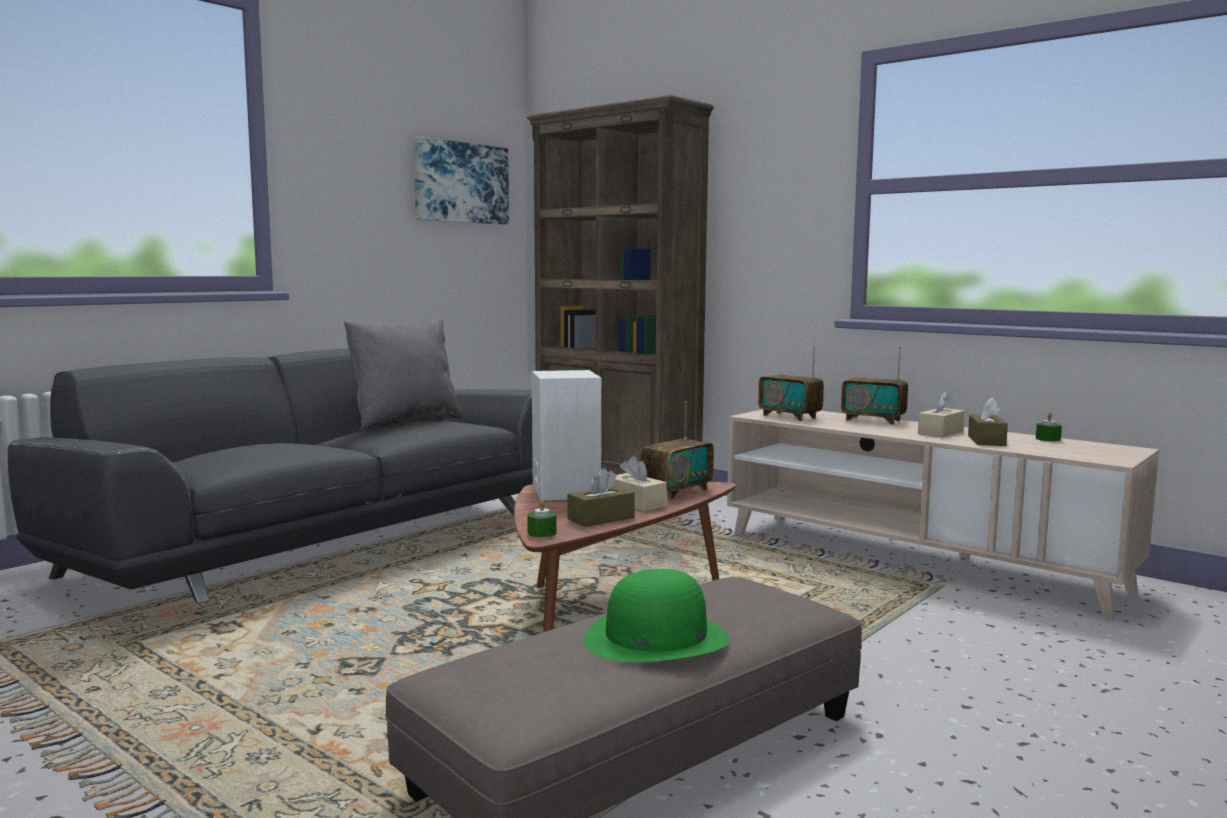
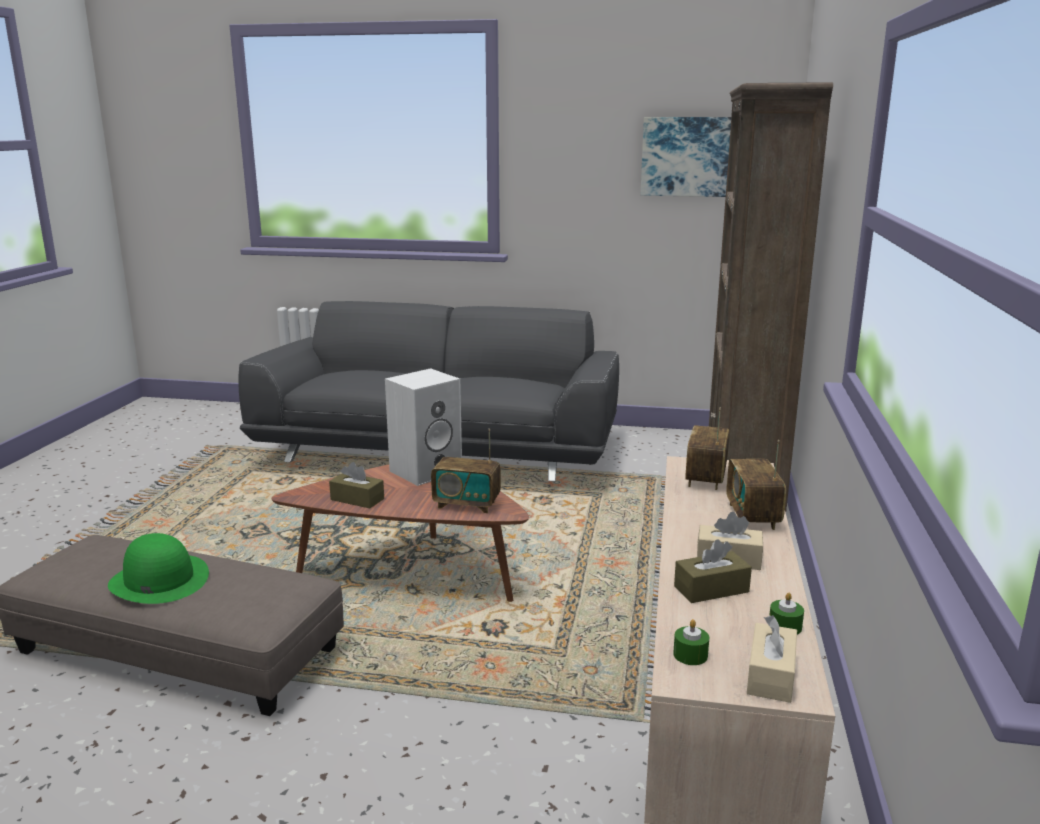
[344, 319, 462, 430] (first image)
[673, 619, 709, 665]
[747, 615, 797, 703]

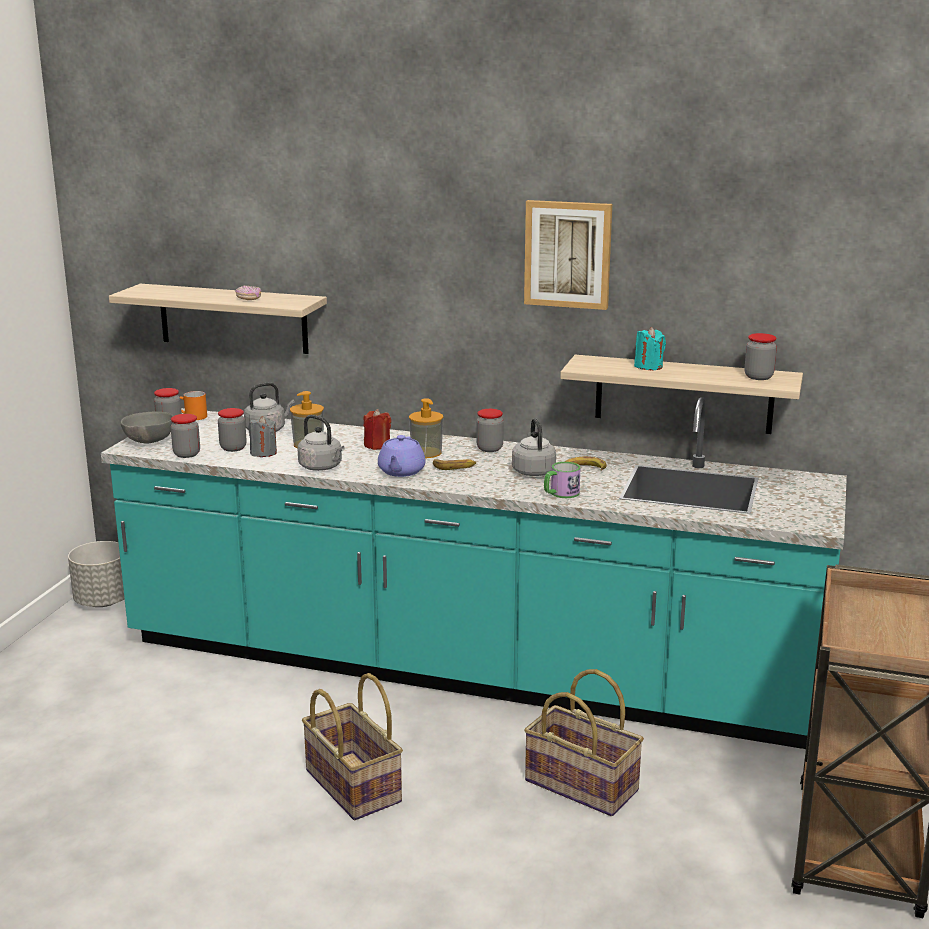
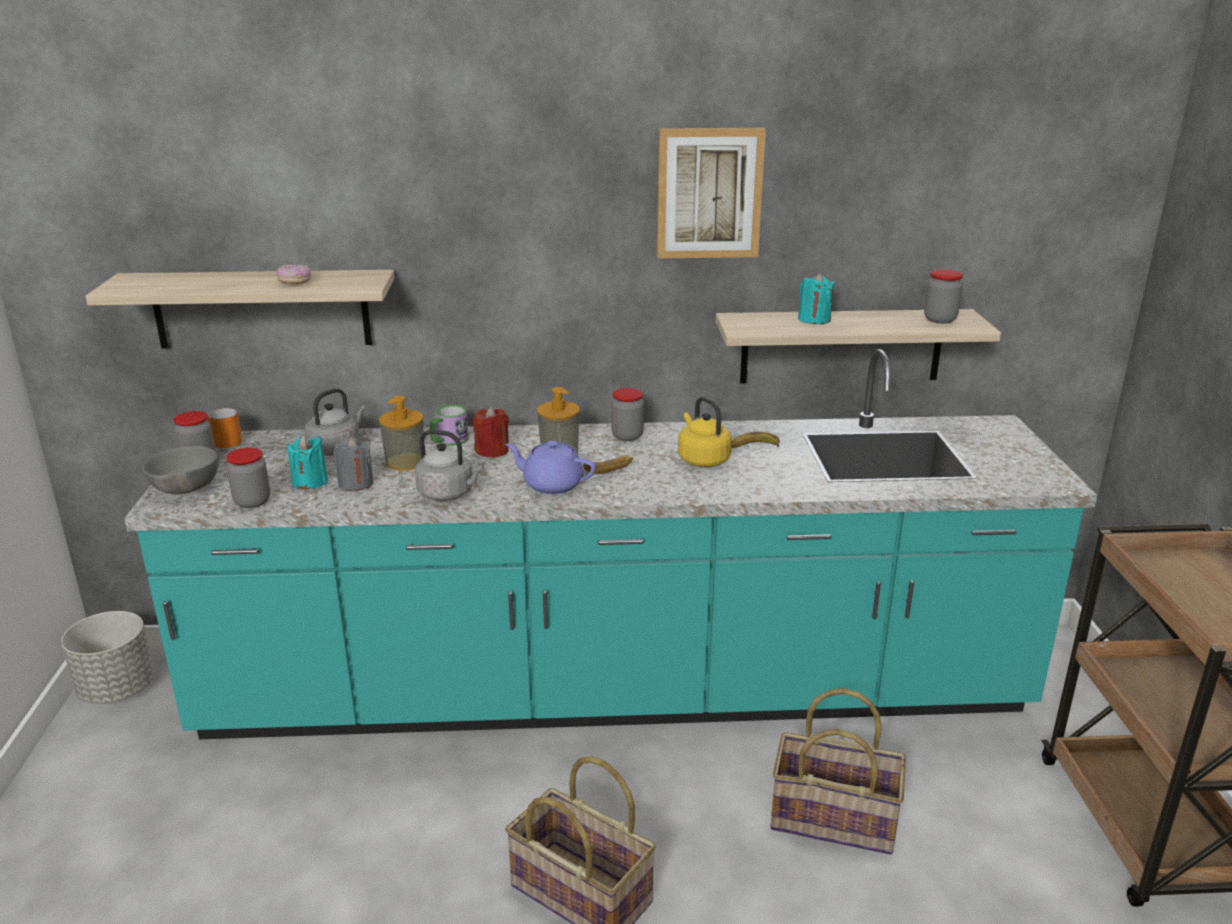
[287, 435, 328, 490]
[505, 441, 596, 494]
[678, 397, 732, 467]
[430, 405, 469, 446]

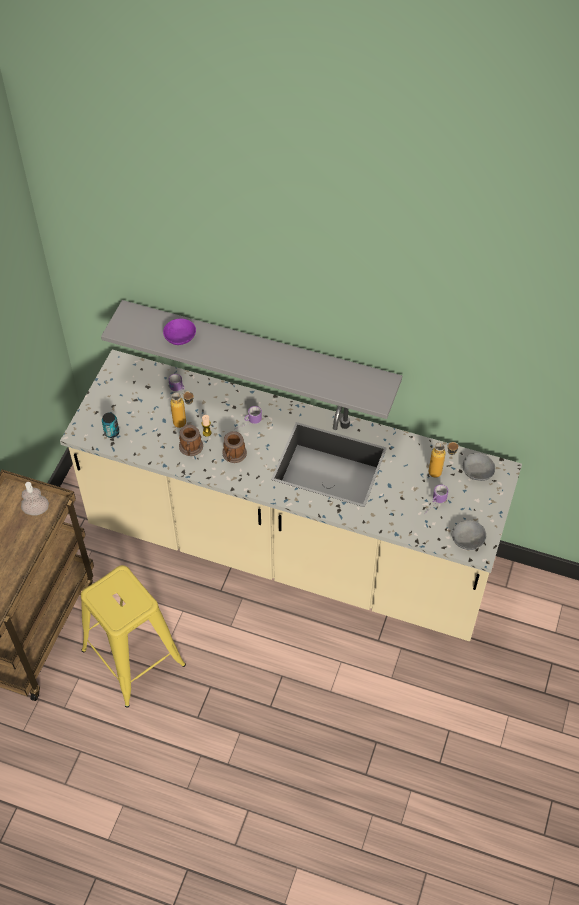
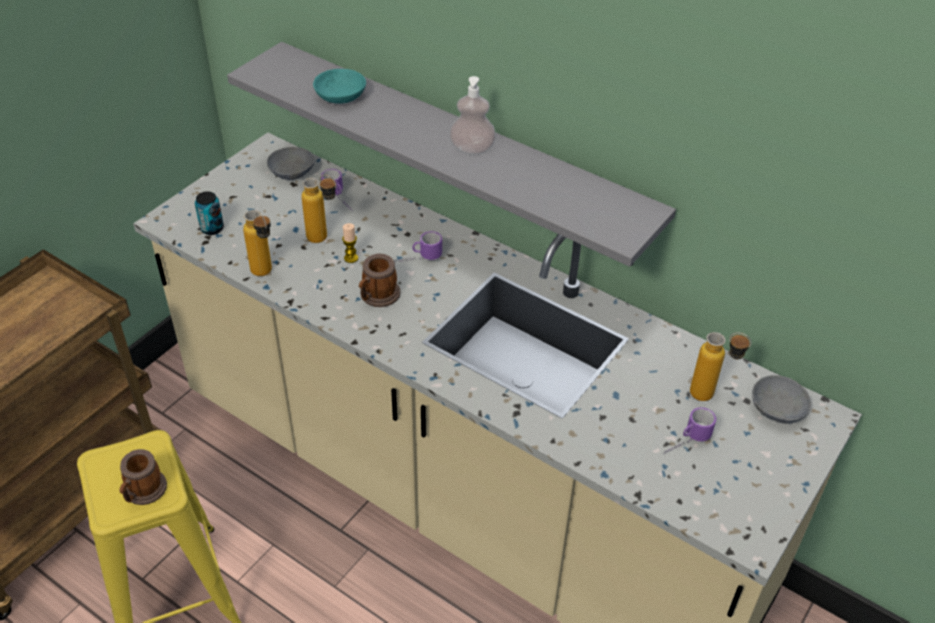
[449, 76, 496, 154]
[313, 69, 366, 104]
[119, 449, 167, 505]
[267, 147, 315, 180]
[243, 210, 272, 276]

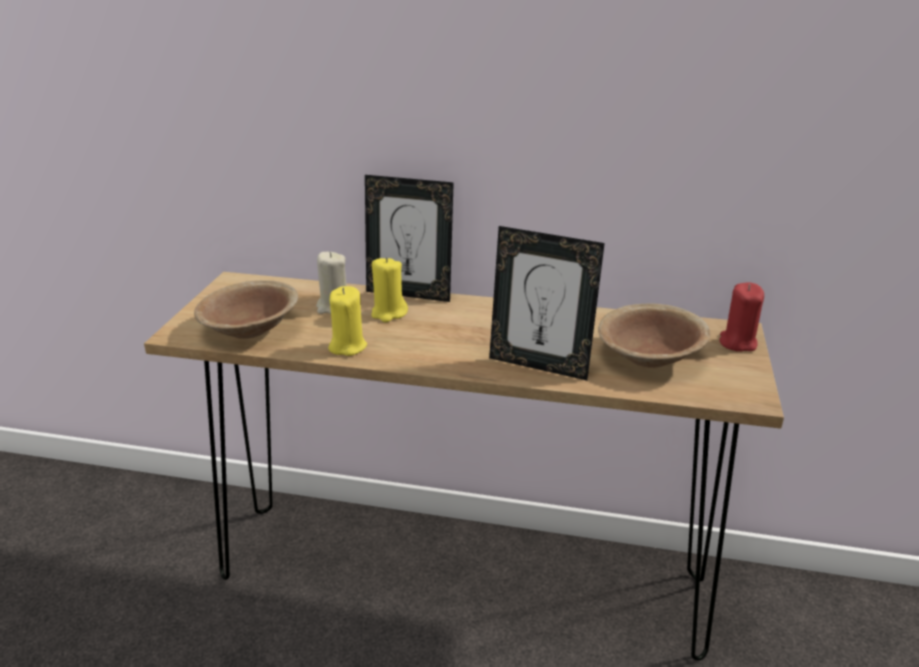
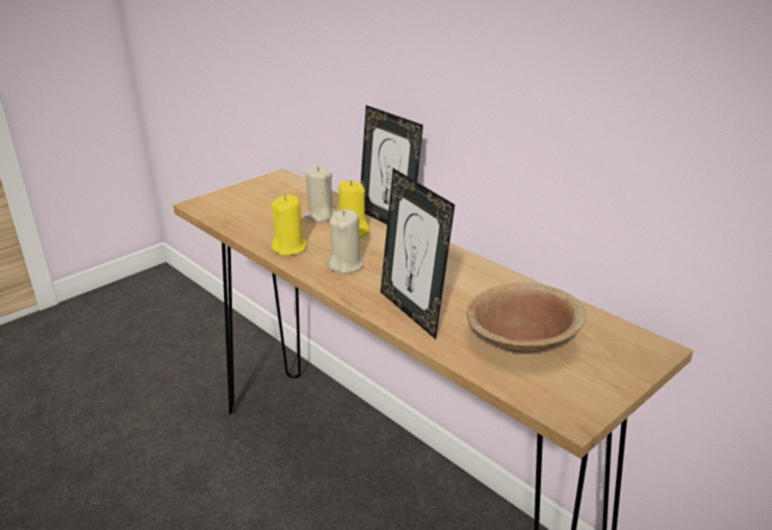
[194, 280, 298, 339] (first image)
[719, 283, 764, 352] (first image)
[328, 209, 363, 274]

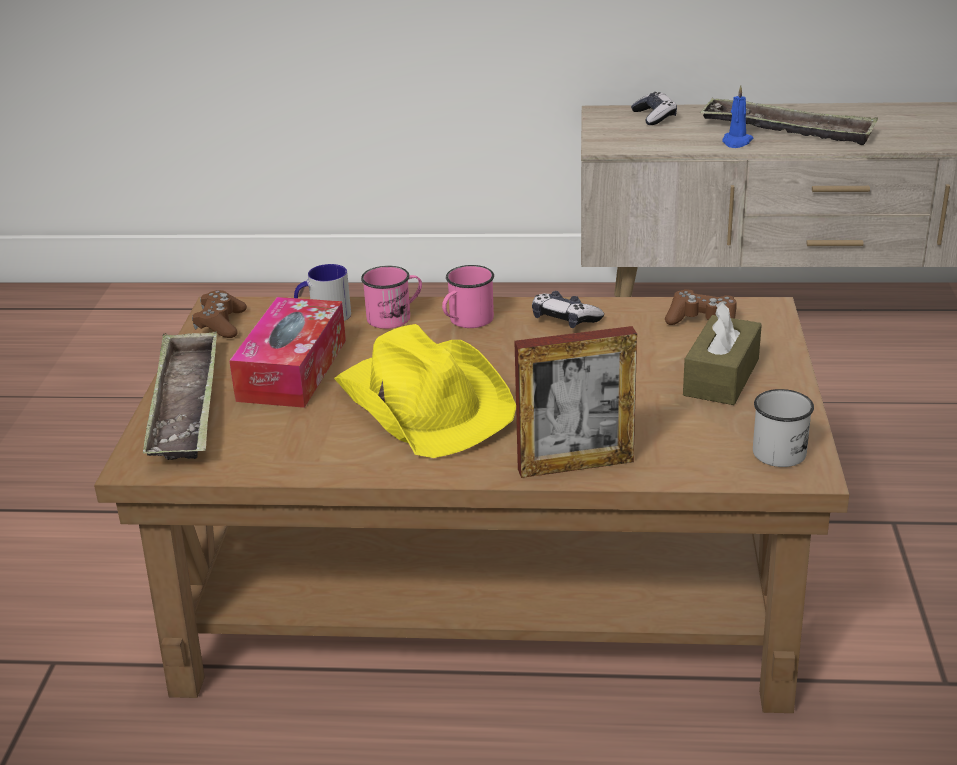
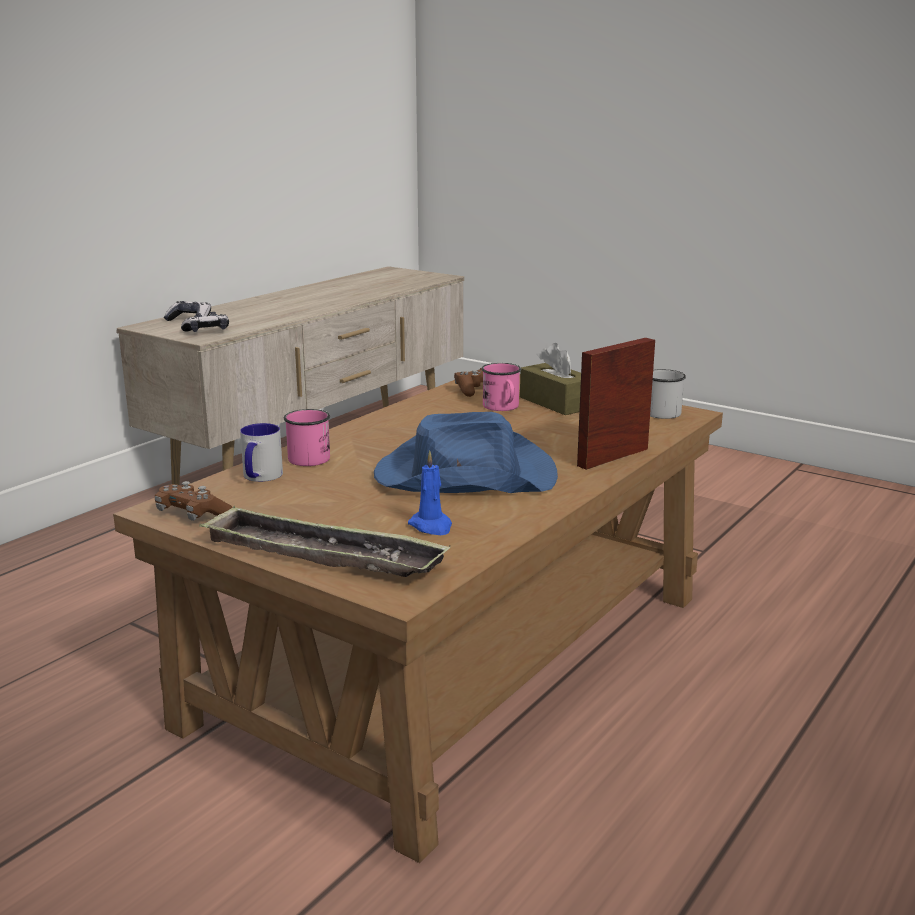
[229, 297, 346, 408] (first image)
[374, 412, 558, 493]
[482, 363, 521, 411]
[577, 338, 655, 470]
[181, 312, 229, 332]
[700, 97, 878, 145] (first image)
[408, 451, 452, 535]

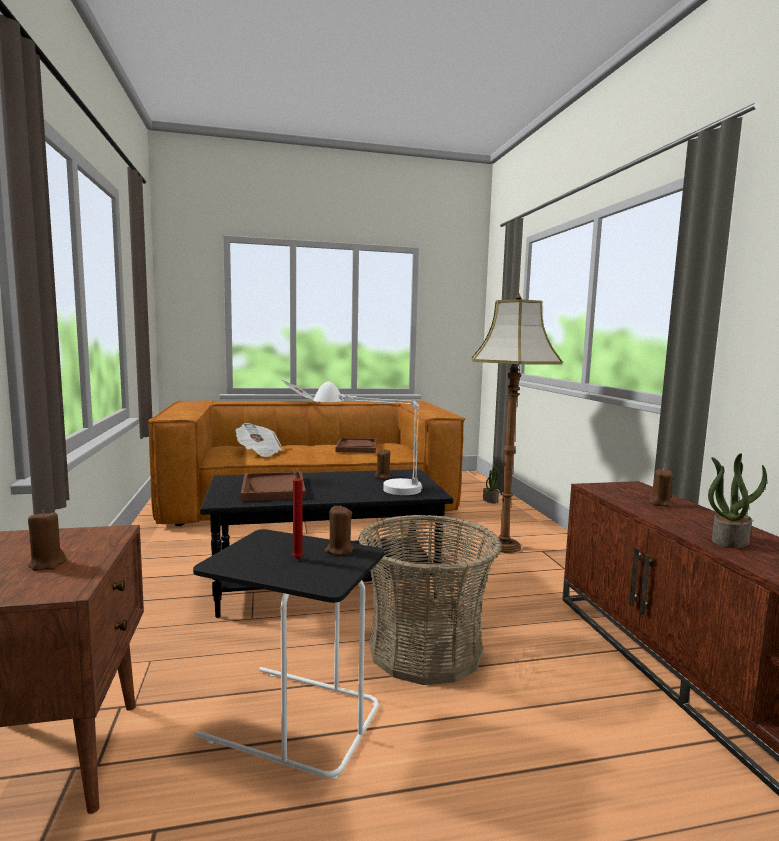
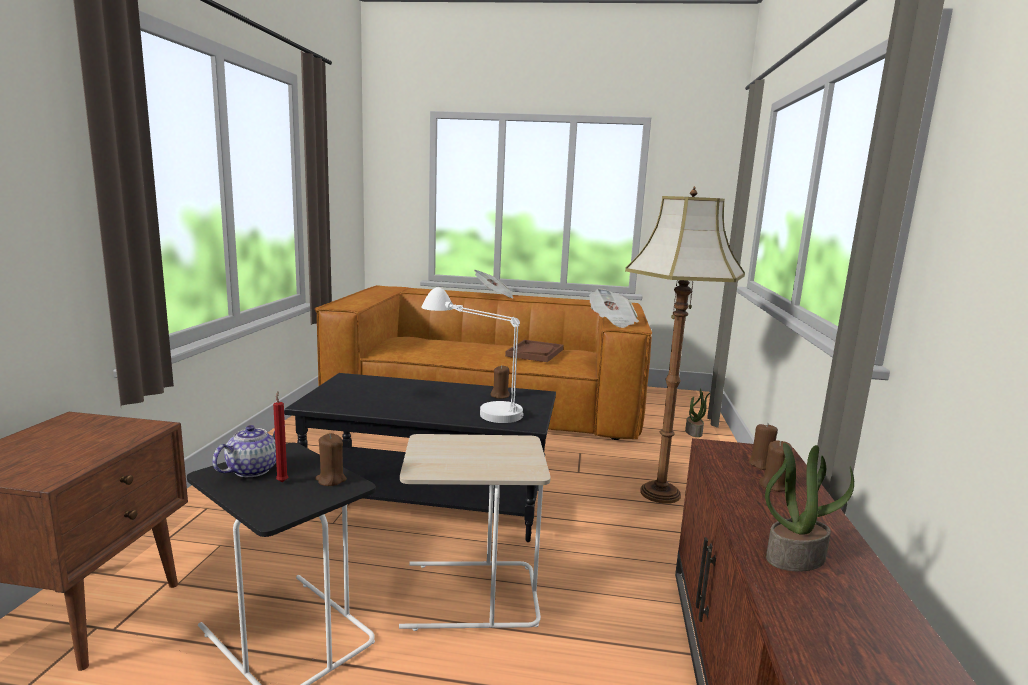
[749, 423, 778, 470]
[589, 289, 639, 328]
[241, 471, 306, 501] (first image)
[399, 434, 551, 631]
[212, 425, 286, 477]

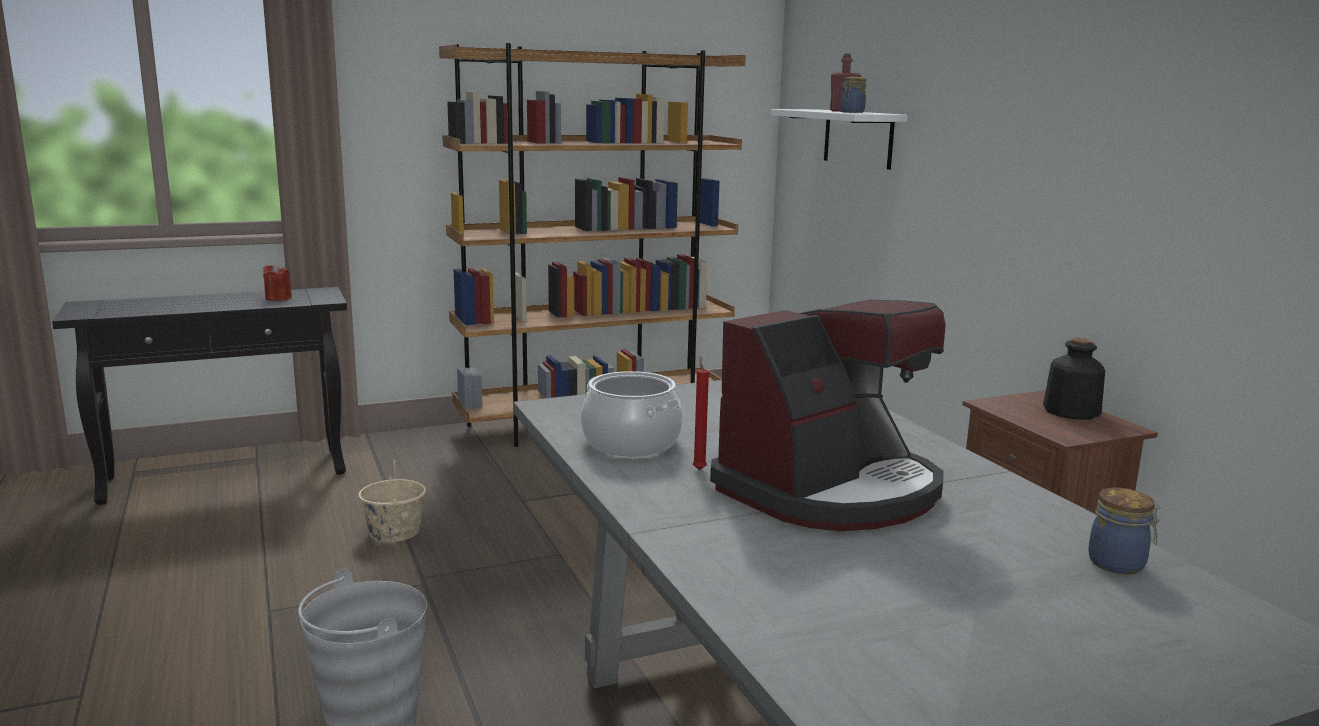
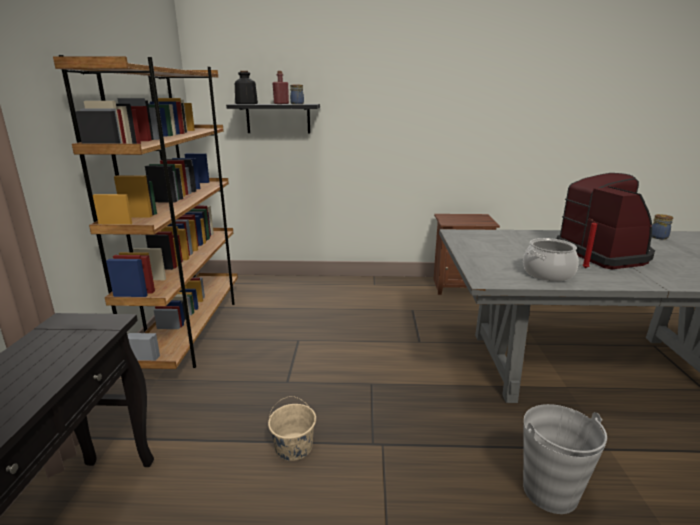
[263, 264, 292, 301] (first image)
[226, 104, 320, 133]
[235, 71, 258, 104]

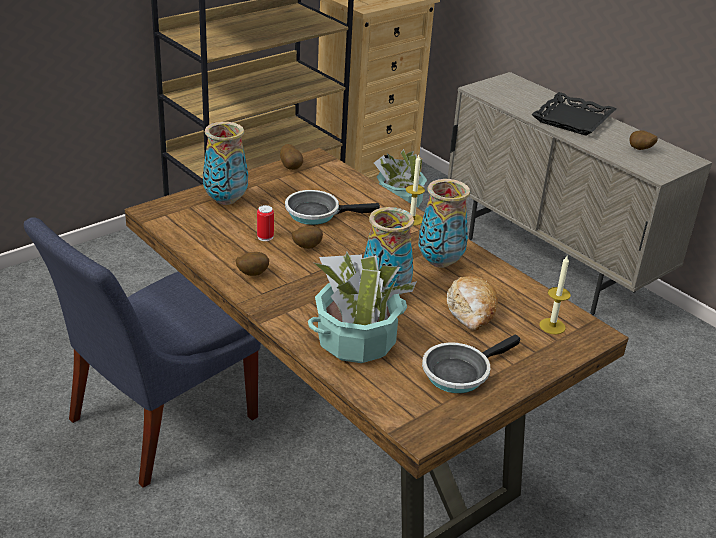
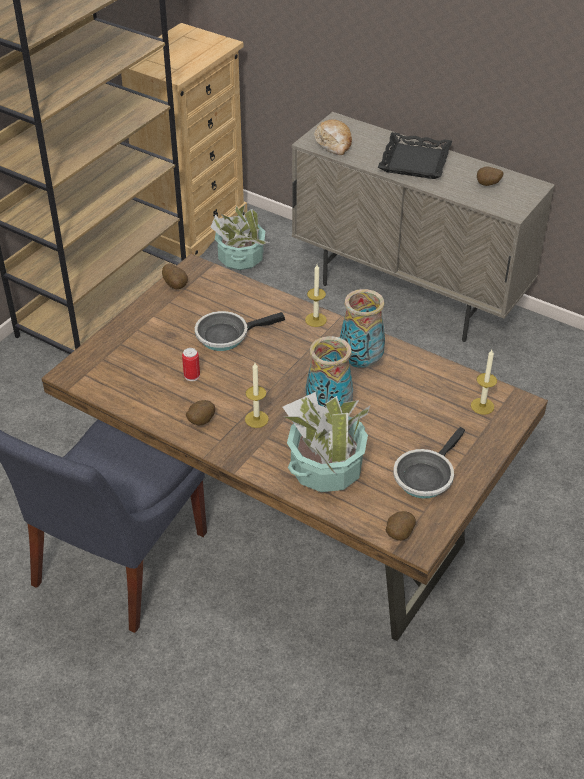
[203, 122, 248, 205] (first image)
[386, 511, 416, 541]
[314, 119, 352, 155]
[245, 363, 269, 428]

